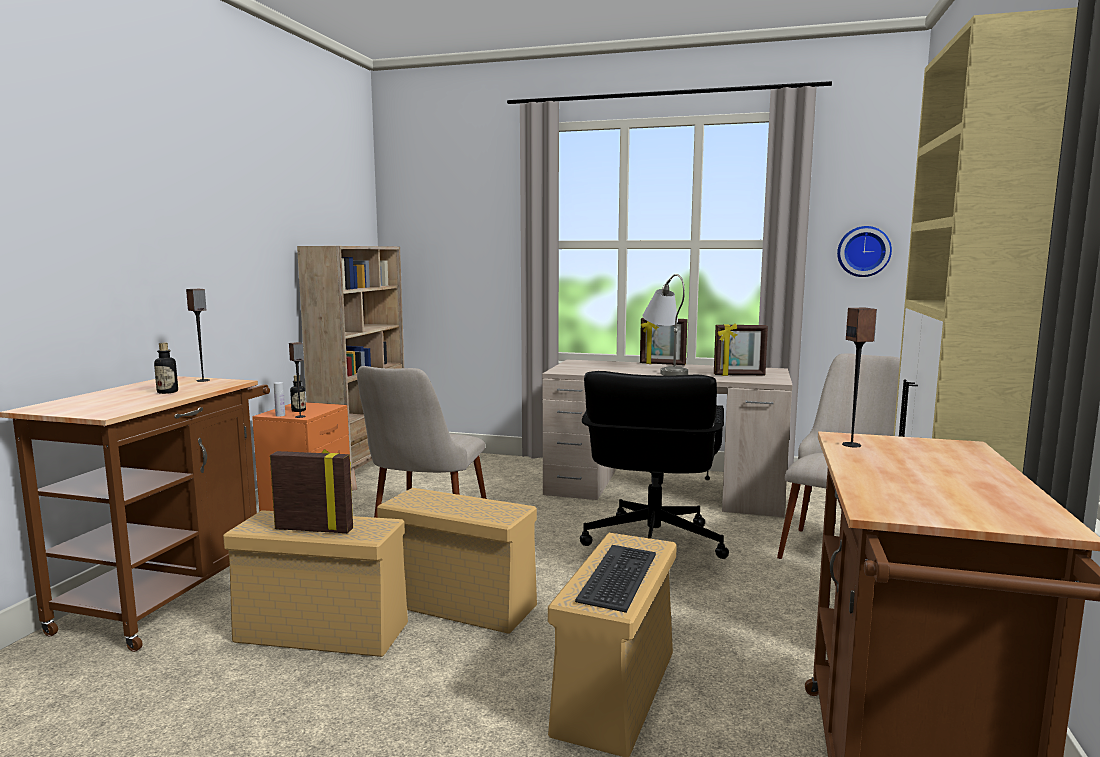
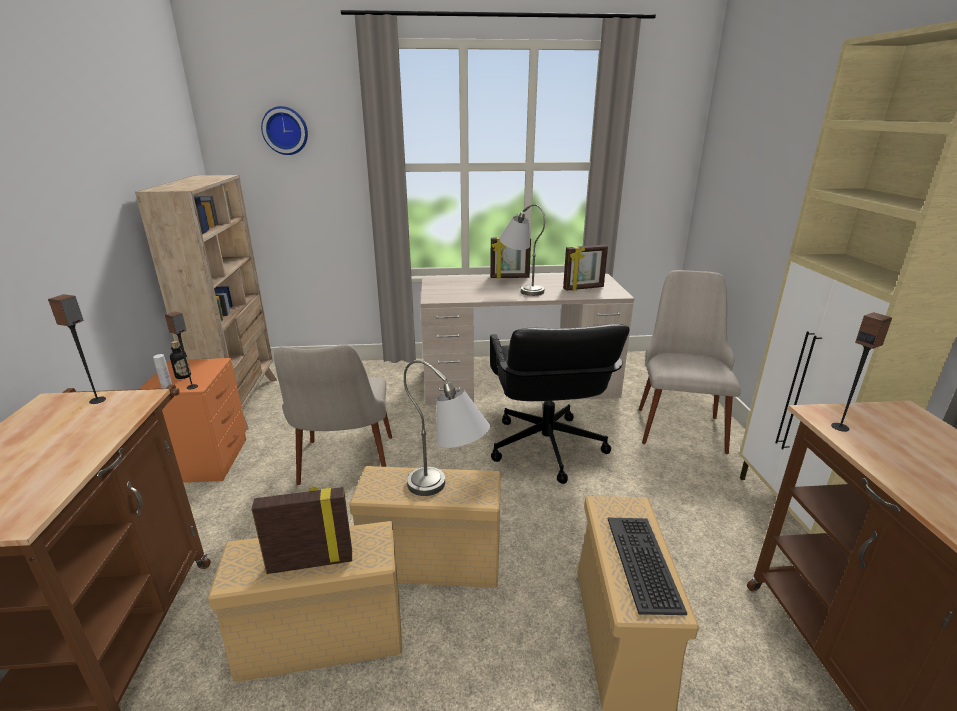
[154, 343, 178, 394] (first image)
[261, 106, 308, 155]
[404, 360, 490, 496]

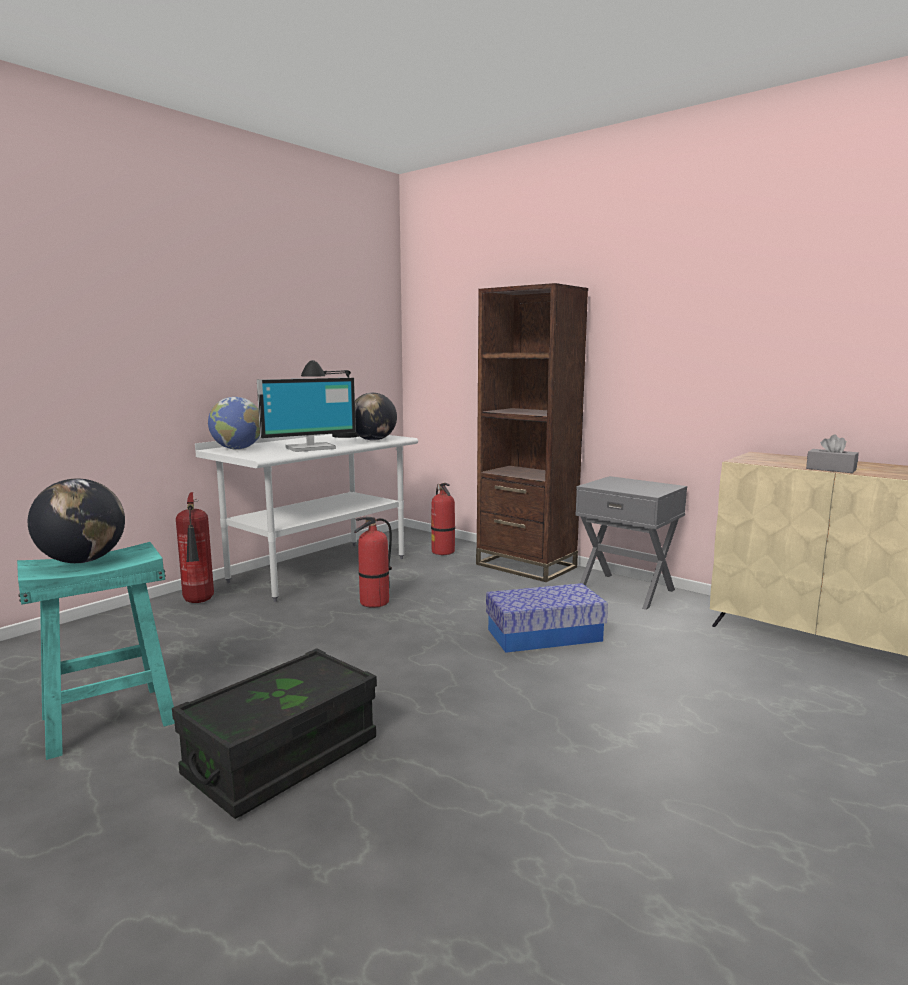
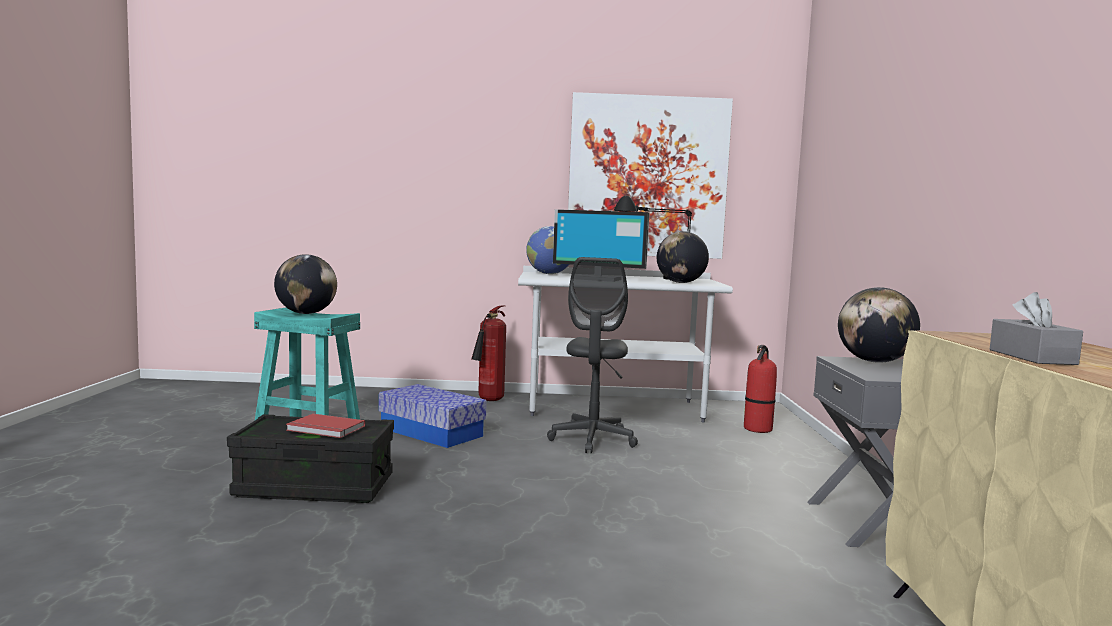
[547, 257, 638, 453]
[476, 283, 588, 582] (first image)
[379, 384, 487, 448]
[286, 414, 365, 438]
[568, 92, 733, 259]
[838, 287, 920, 363]

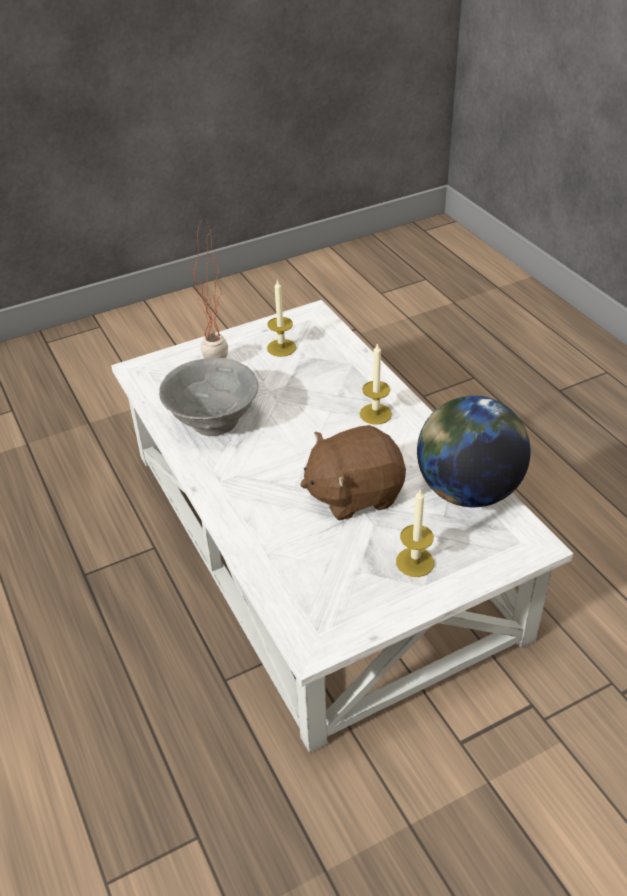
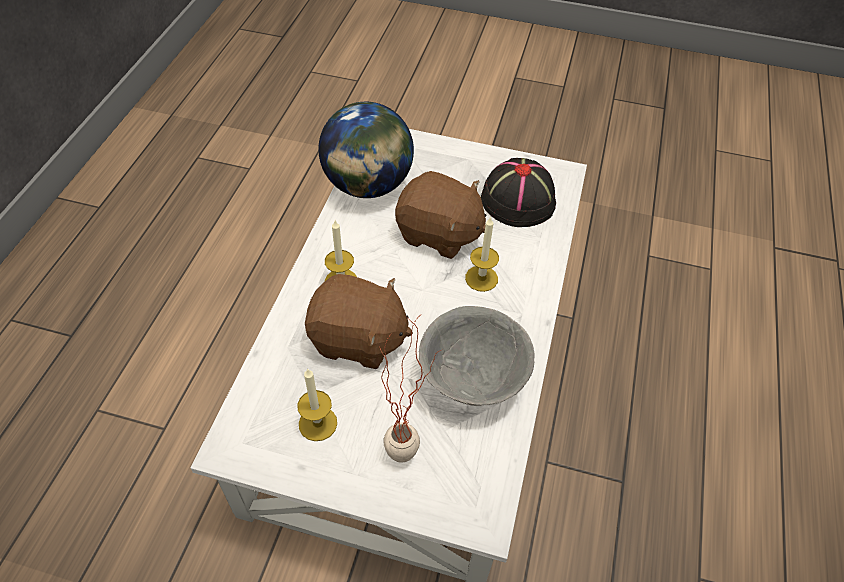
[465, 216, 499, 292]
[305, 274, 413, 369]
[481, 158, 556, 227]

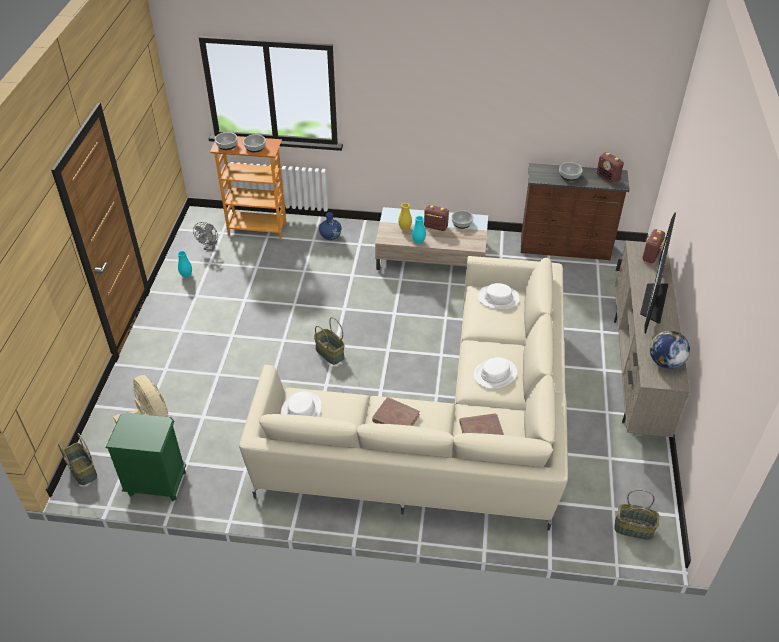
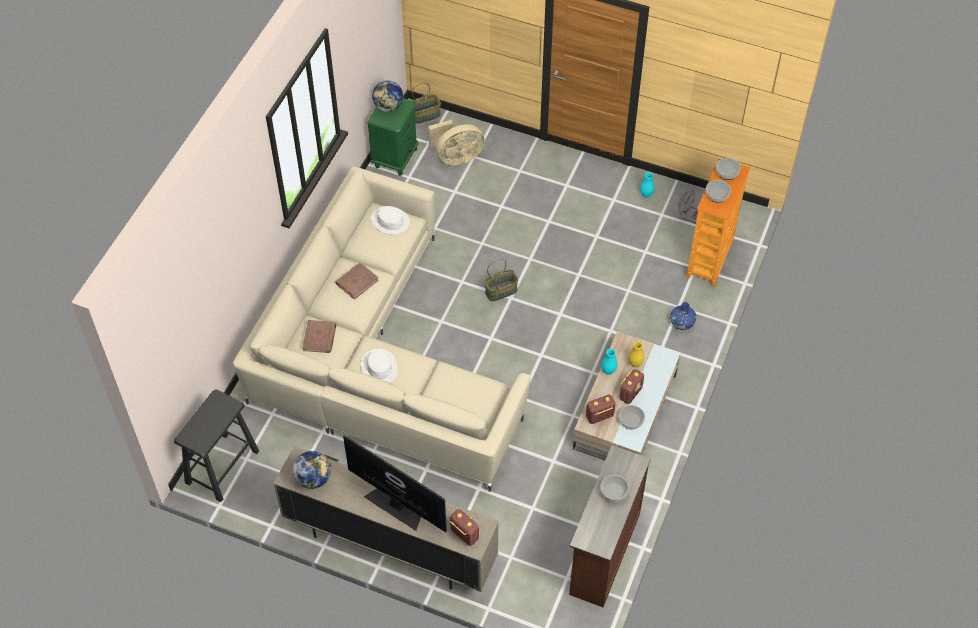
[478, 283, 520, 309] (first image)
[586, 395, 615, 424]
[174, 390, 259, 502]
[372, 80, 403, 112]

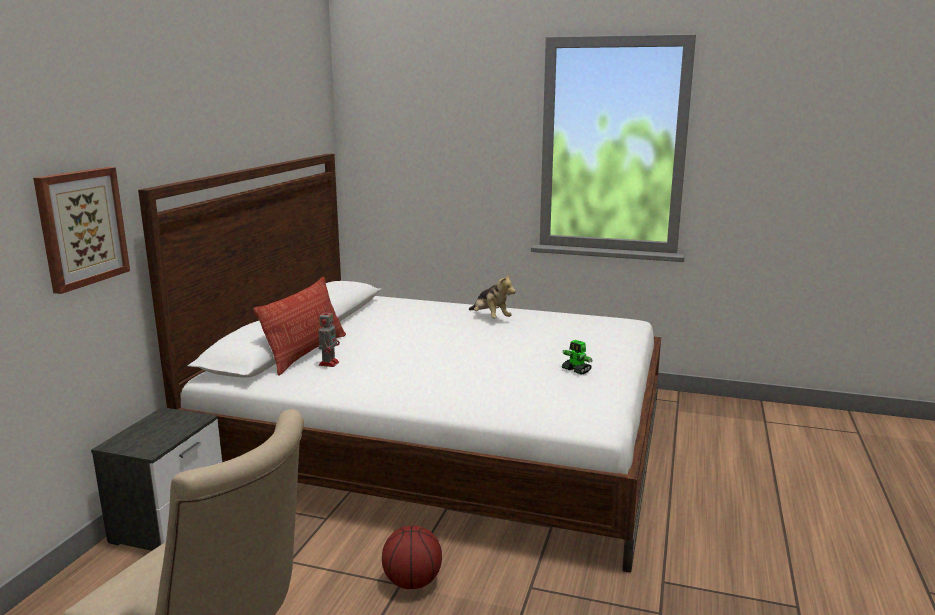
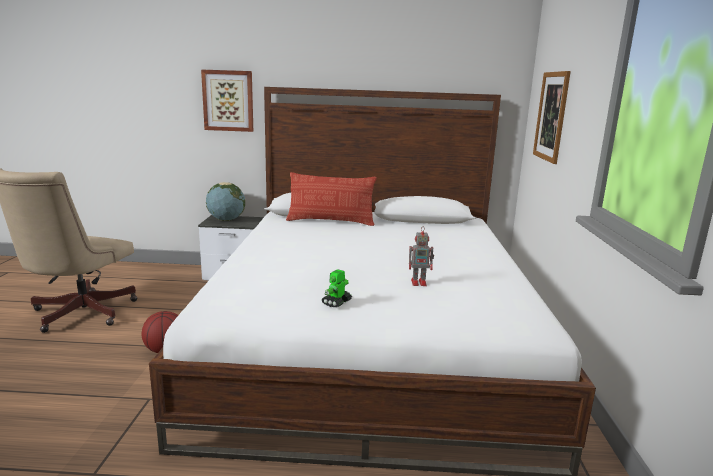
[409, 228, 434, 286]
[469, 273, 516, 318] (first image)
[206, 182, 245, 221]
[533, 71, 571, 164]

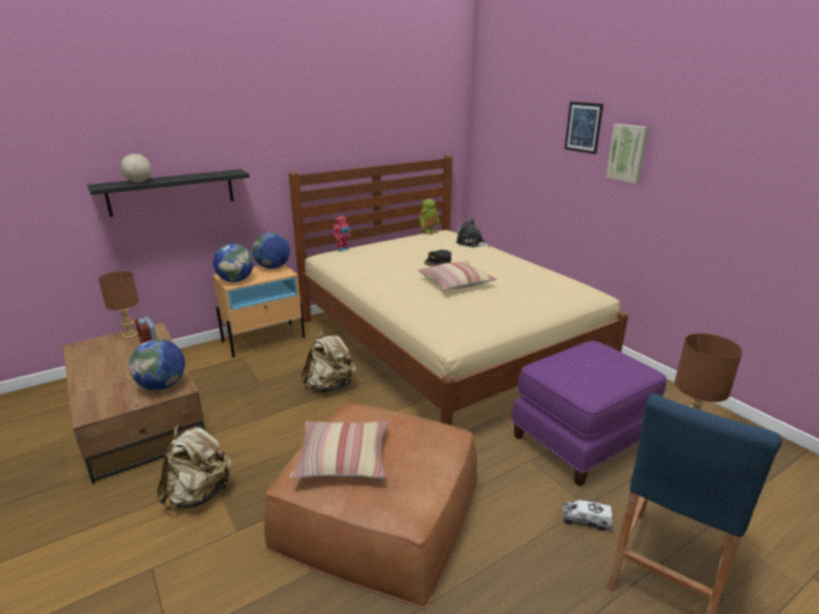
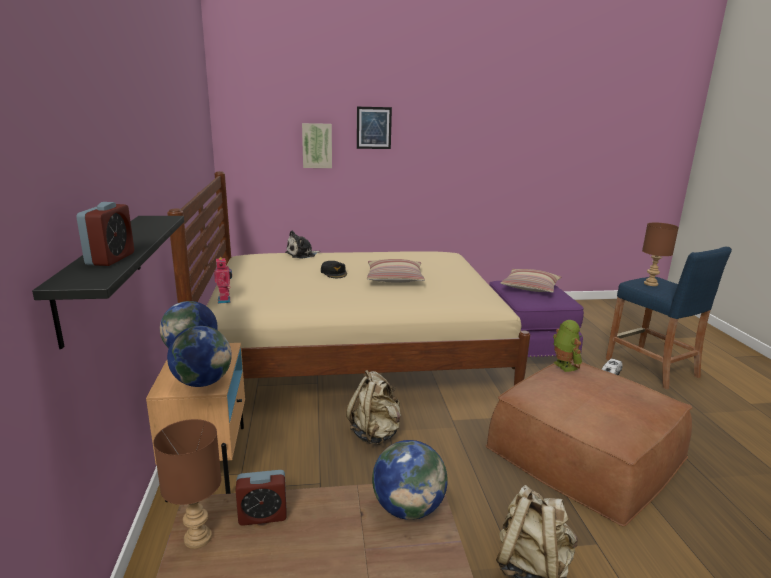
[76, 202, 134, 266]
[501, 269, 562, 293]
[553, 320, 582, 372]
[302, 123, 332, 168]

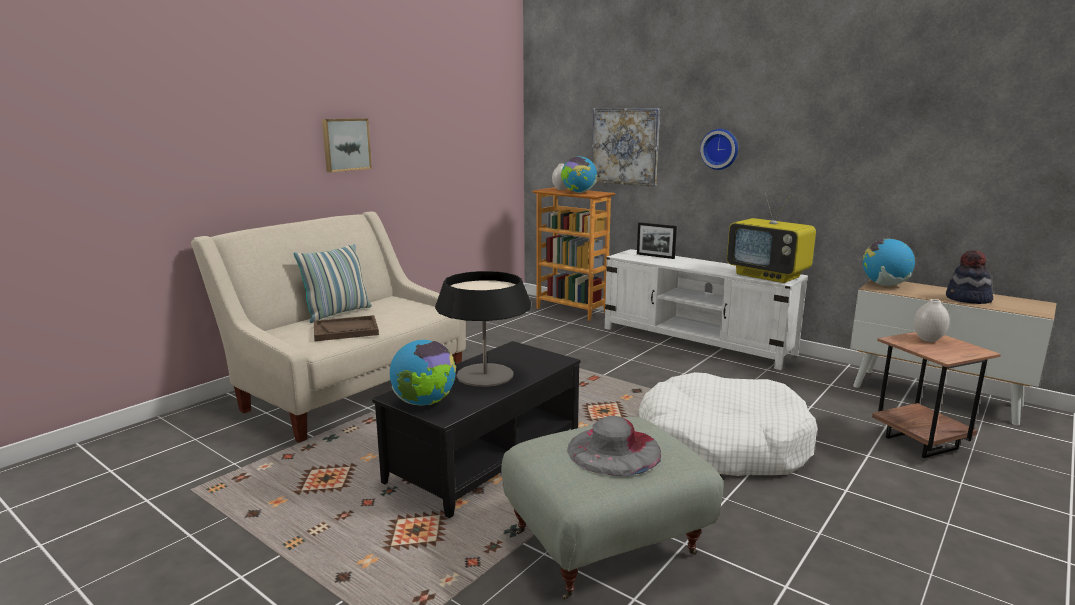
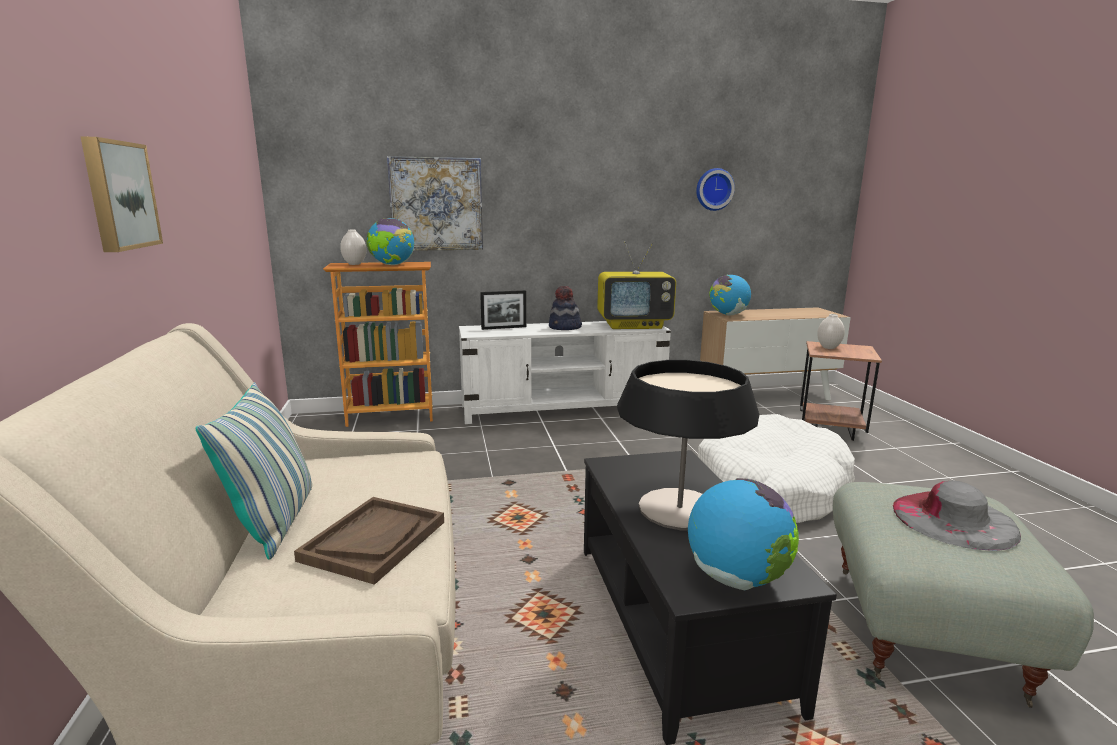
[696, 168, 735, 211]
[549, 286, 582, 330]

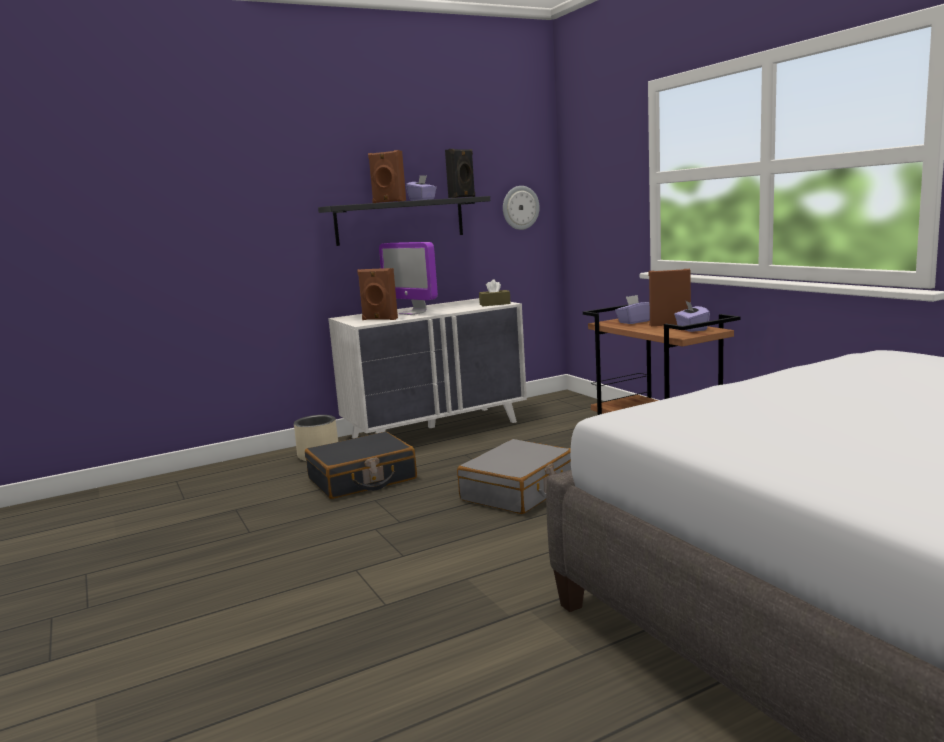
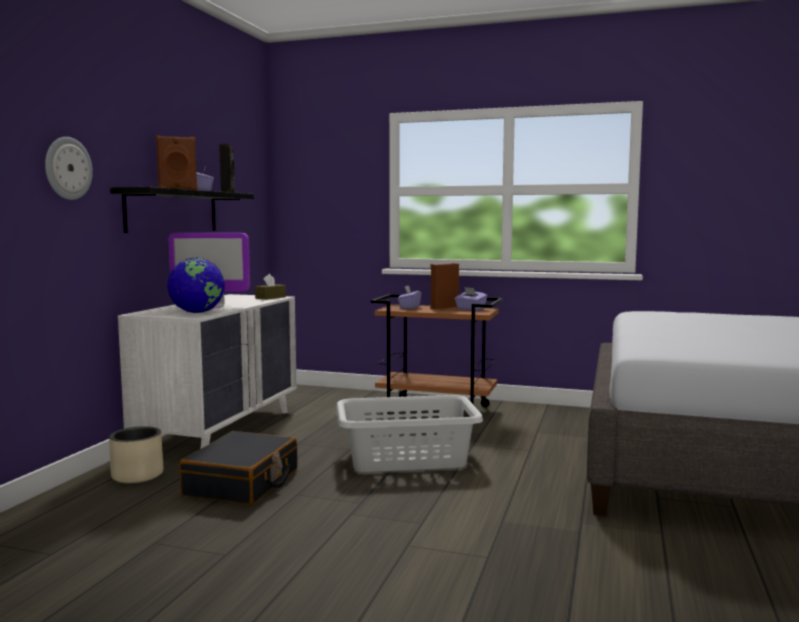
[167, 257, 225, 313]
[336, 395, 483, 472]
[45, 137, 93, 200]

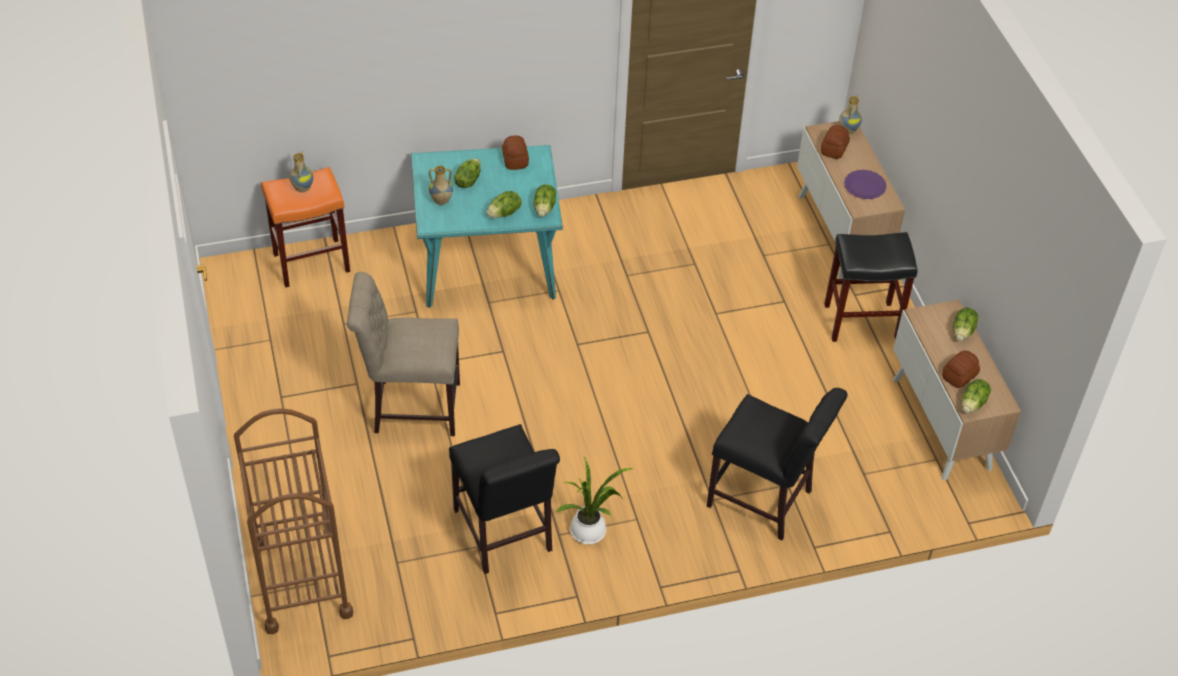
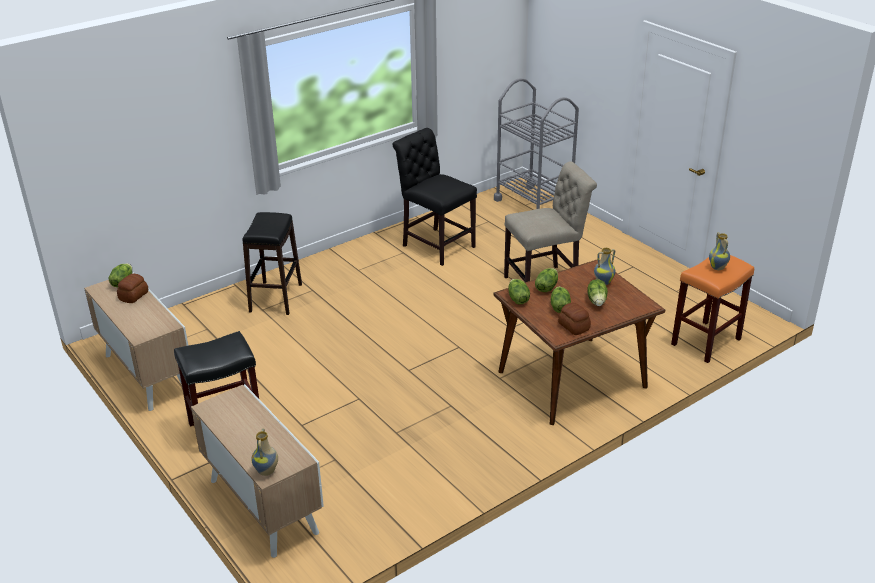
[494, 78, 579, 209]
[493, 259, 665, 425]
[556, 457, 633, 544] (first image)
[242, 212, 302, 315]
[821, 125, 850, 159] (first image)
[844, 170, 886, 199] (first image)
[551, 286, 571, 313]

